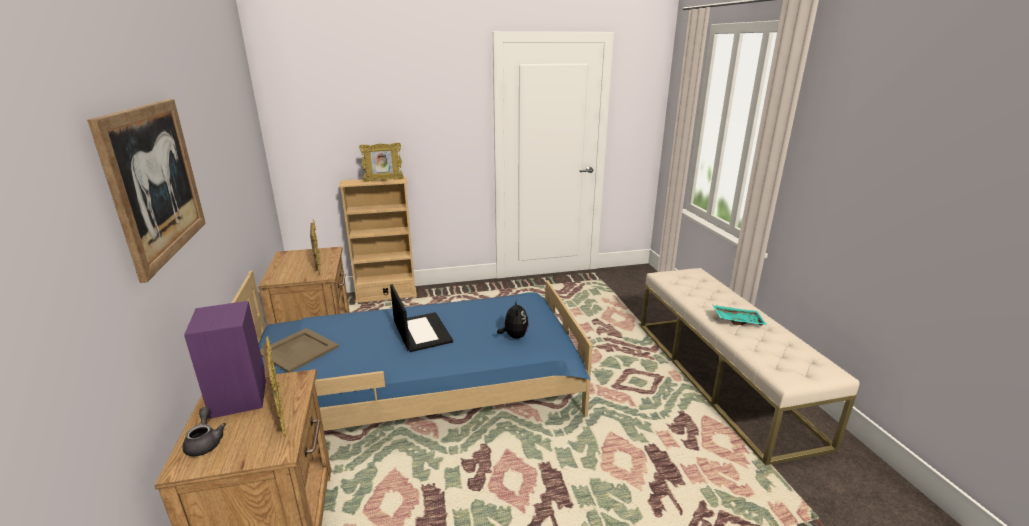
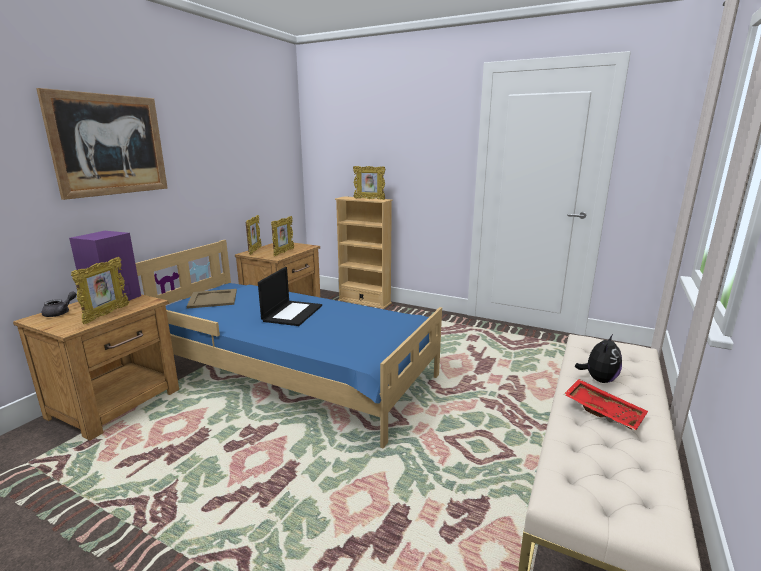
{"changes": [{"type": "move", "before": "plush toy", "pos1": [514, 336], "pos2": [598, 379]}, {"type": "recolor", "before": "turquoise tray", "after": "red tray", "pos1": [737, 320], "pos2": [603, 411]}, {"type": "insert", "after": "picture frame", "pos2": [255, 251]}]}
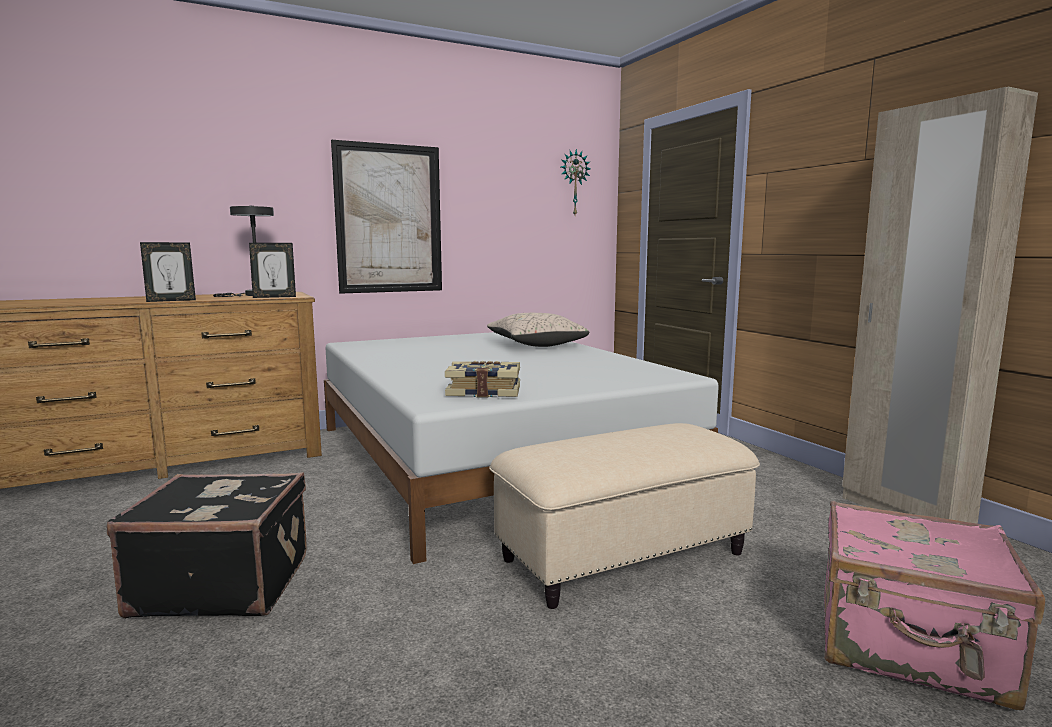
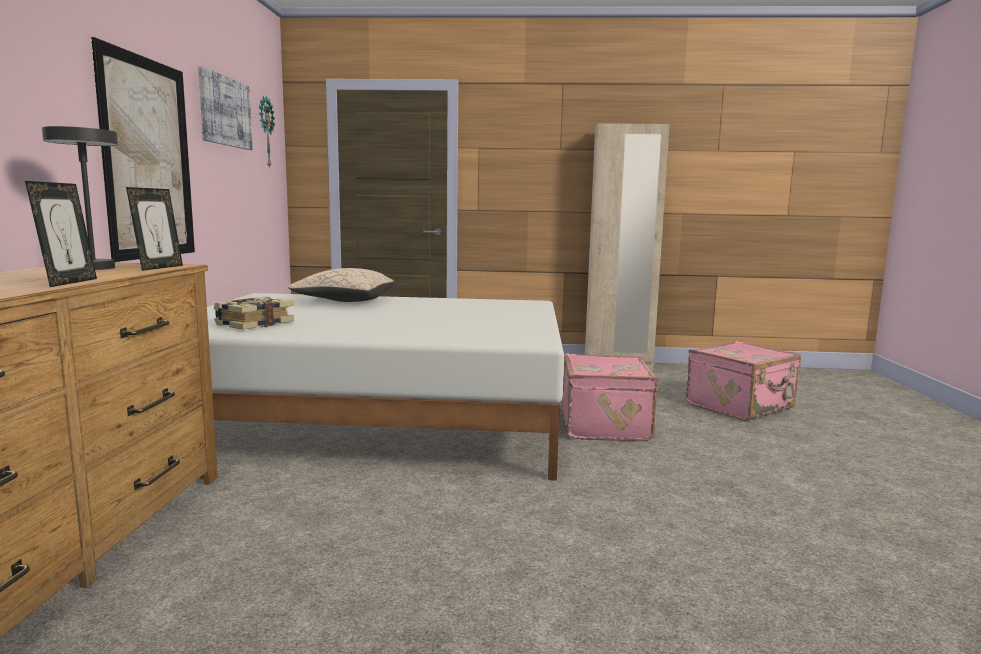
{"changes": [{"type": "move", "before": "book", "pos1": [484, 391], "pos2": [254, 324]}, {"type": "replace", "before": "beige ottoman", "after": "pink suitcase", "pos1": [623, 555], "pos2": [606, 425]}, {"type": "delete", "before": "black suitcase", "pos1": [223, 584]}, {"type": "insert", "after": "picture", "pos2": [225, 111]}]}
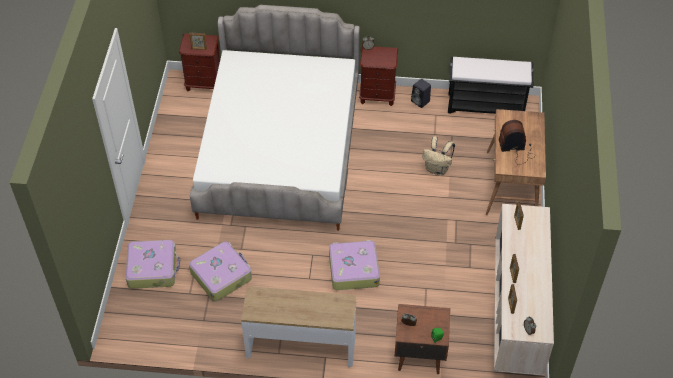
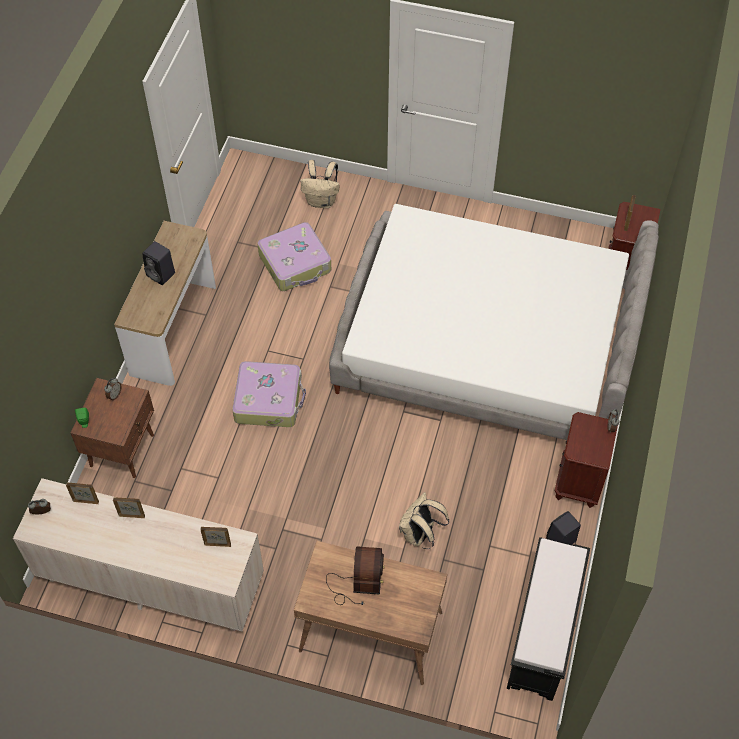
{"changes": [{"type": "replace", "before": "suitcase", "after": "beige backpack", "pos1": [153, 268], "pos2": [322, 201]}, {"type": "insert", "after": "black speaker", "pos2": [161, 274]}]}
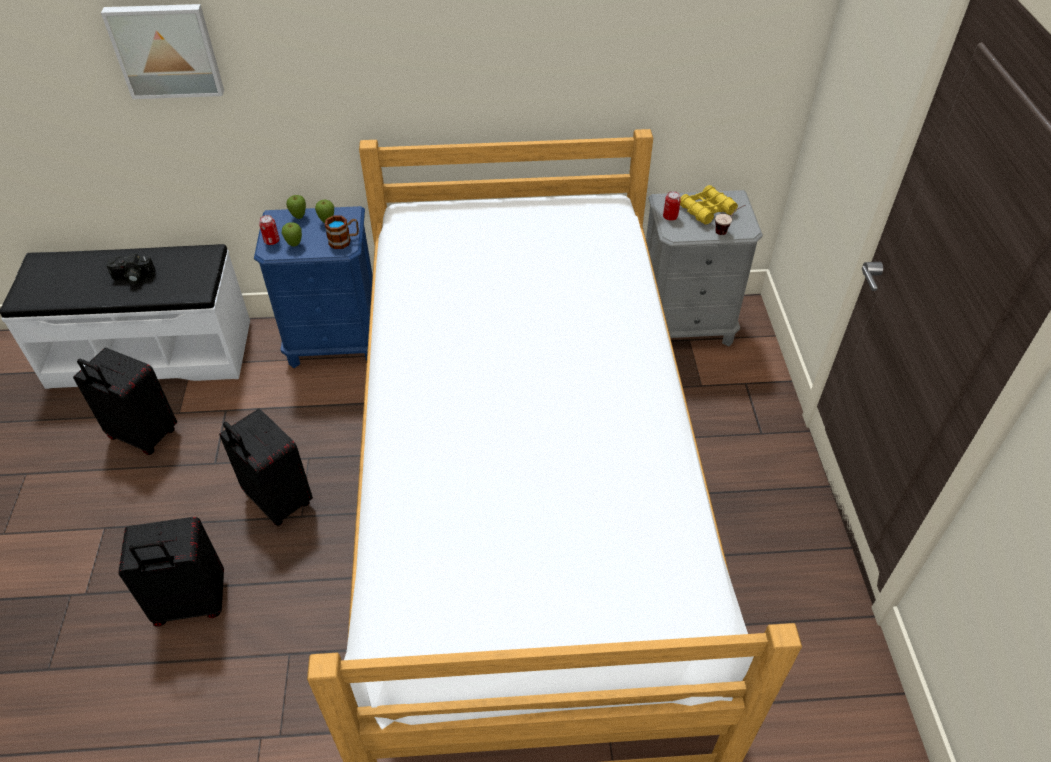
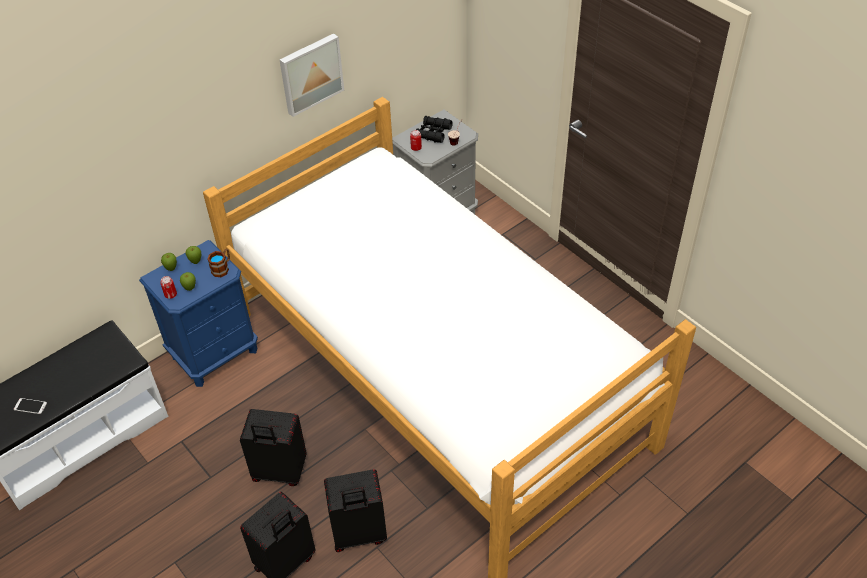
{"changes": [{"type": "move", "before": "picture", "pos1": [166, 50], "pos2": [310, 73]}, {"type": "recolor", "before": "yellow binoculars", "after": "black binoculars", "pos1": [706, 210], "pos2": [433, 133]}, {"type": "delete", "before": "photo camera", "pos1": [133, 278]}, {"type": "move", "before": "black suitcase", "pos1": [142, 436], "pos2": [359, 535]}, {"type": "insert", "after": "phone", "pos2": [30, 406]}]}
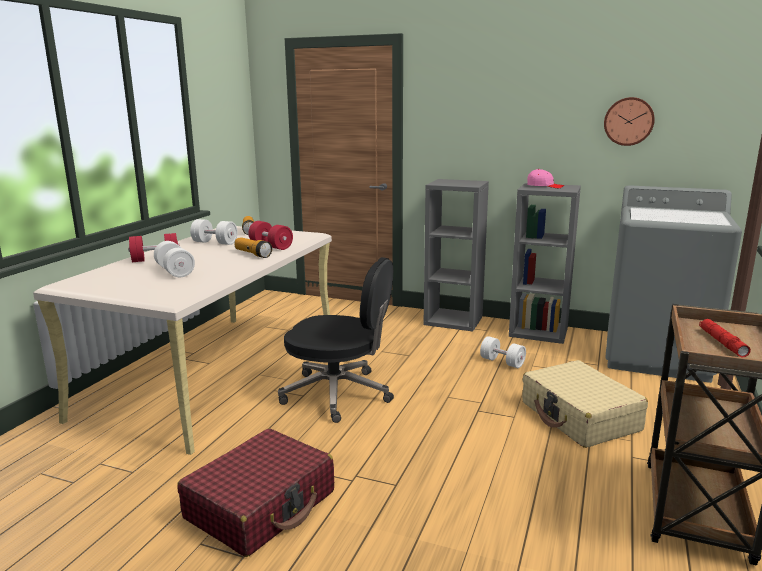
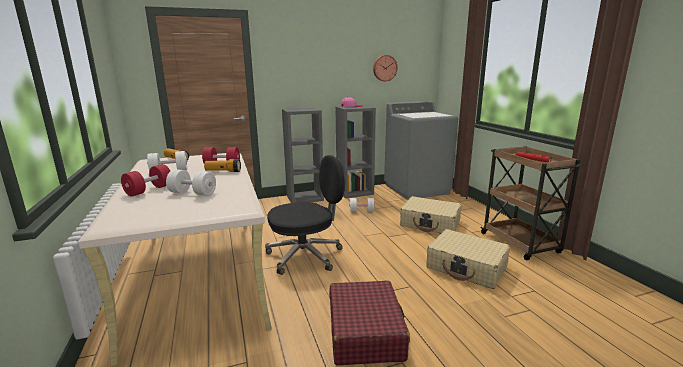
{"changes": [{"type": "insert", "after": "beige suitcase", "pos2": [466, 267]}]}
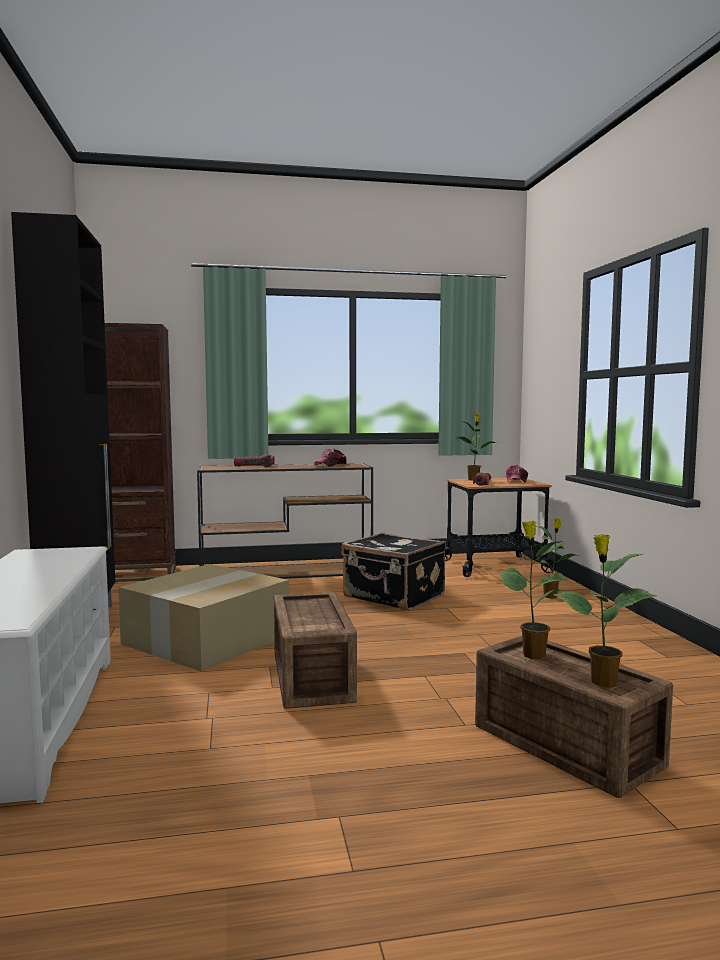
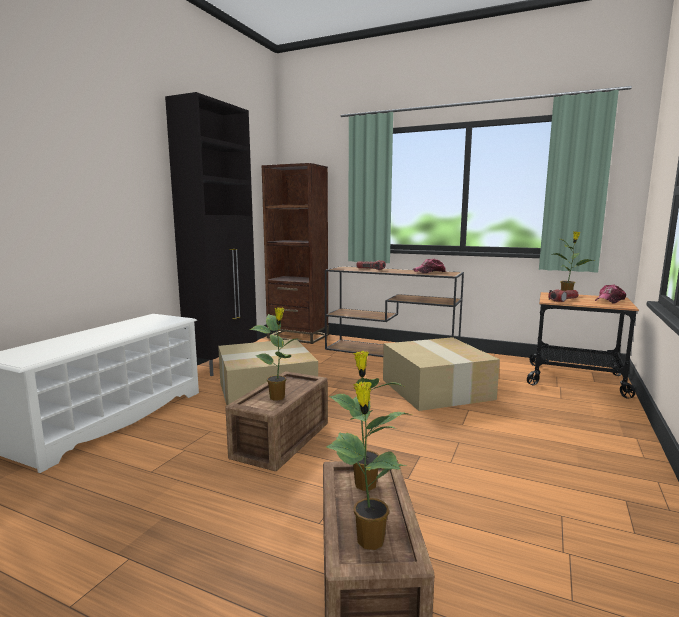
{"changes": [{"type": "move", "before": "potted plant", "pos1": [551, 596], "pos2": [278, 397]}, {"type": "replace", "before": "black suitcase", "after": "cardboard box", "pos1": [393, 597], "pos2": [438, 389]}]}
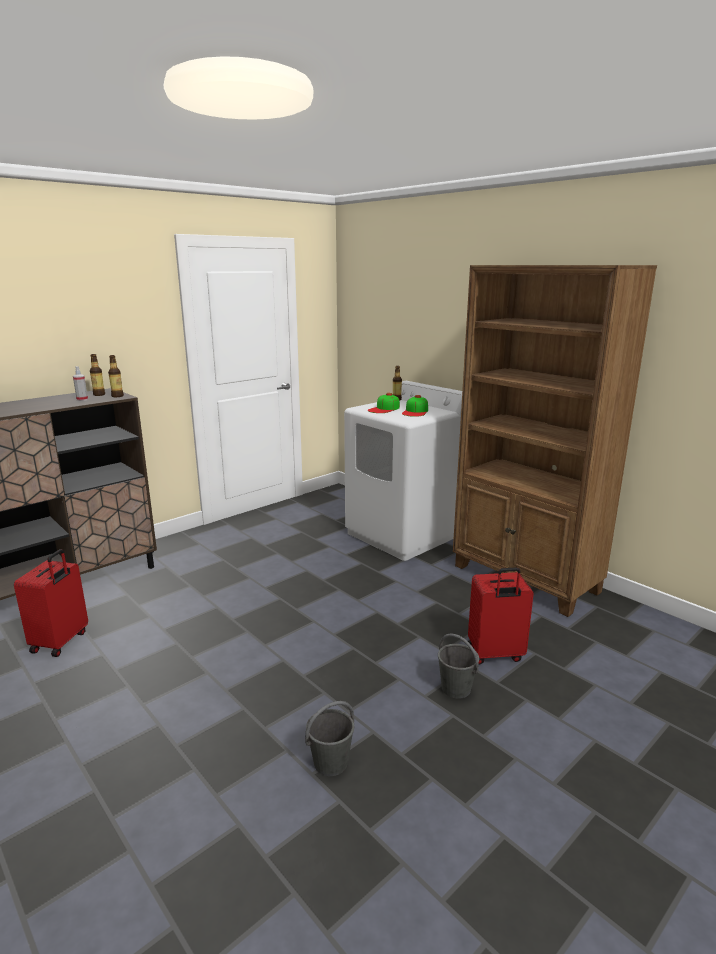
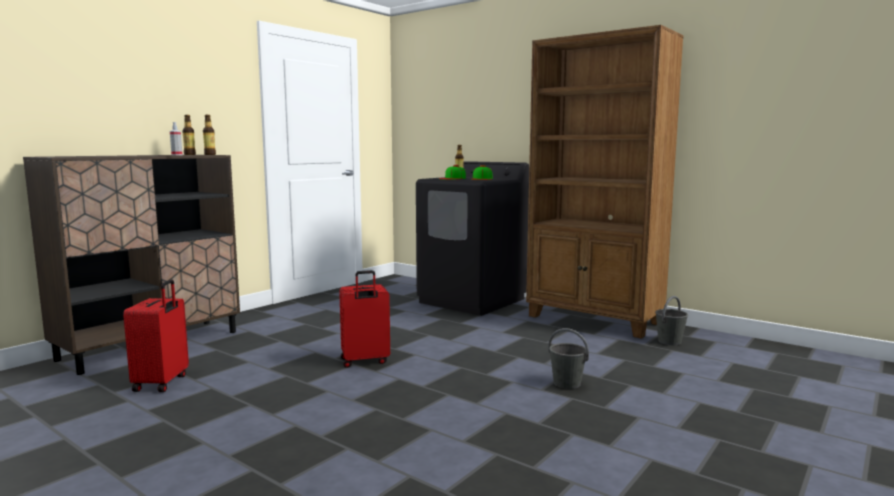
{"changes": [{"type": "recolor", "before": "white washing machine", "after": "black washing machine", "pos1": [404, 534], "pos2": [472, 300]}, {"type": "move", "before": "red suitcase", "pos1": [495, 654], "pos2": [365, 361]}, {"type": "move", "before": "grey bucket", "pos1": [330, 763], "pos2": [669, 342]}]}
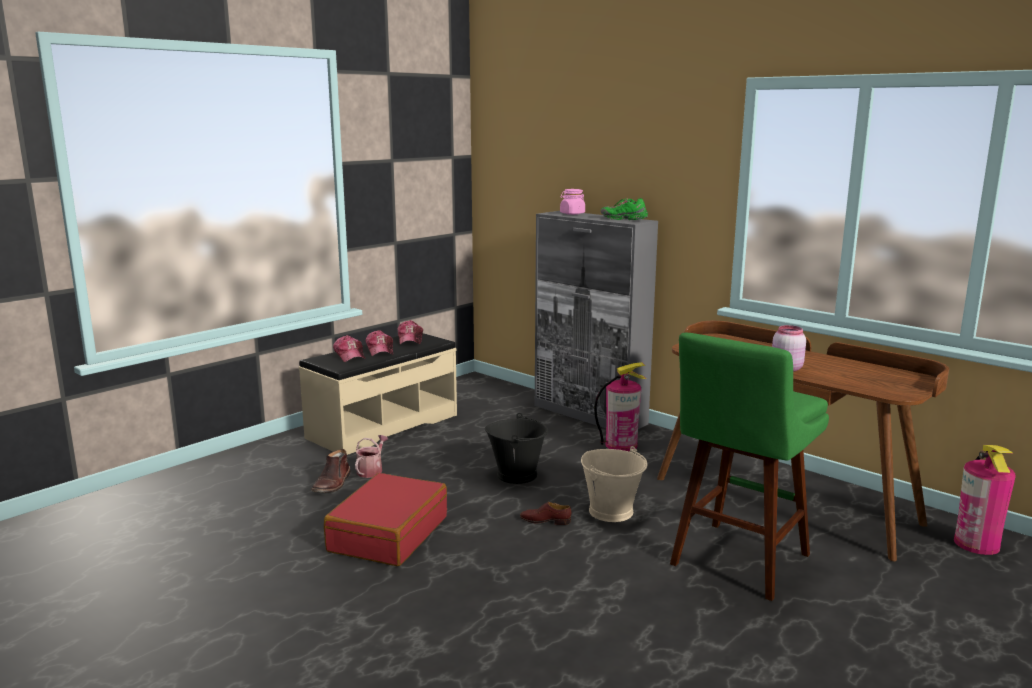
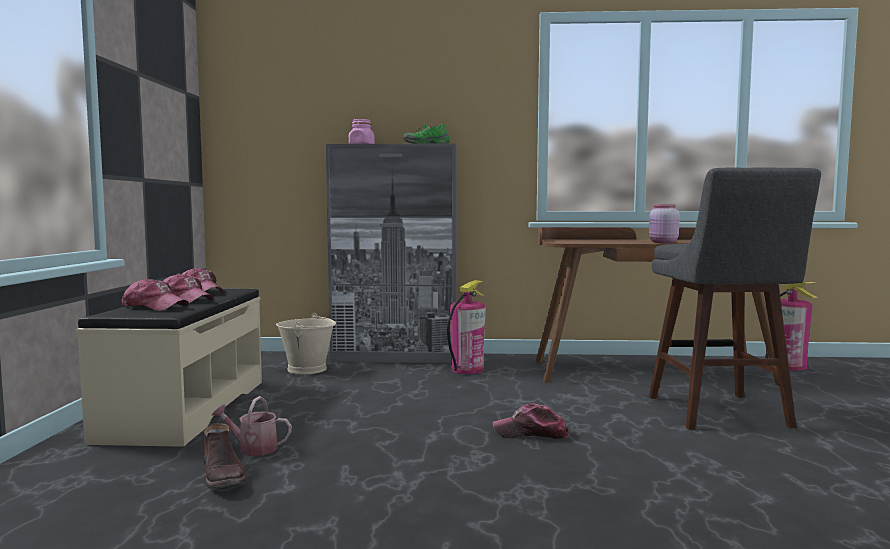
{"changes": [{"type": "recolor", "before": "green stool", "after": "grey stool", "pos1": [737, 562], "pos2": [720, 414]}, {"type": "delete", "before": "black bucket", "pos1": [517, 474]}, {"type": "rotate", "before": "watering can", "pos1": [371, 470], "pos2": [253, 448], "turn": -60}, {"type": "move", "before": "beige bucket", "pos1": [611, 511], "pos2": [307, 369]}, {"type": "delete", "before": "red suitcase", "pos1": [388, 534]}, {"type": "replace", "before": "brown shoe", "after": "cap", "pos1": [545, 521], "pos2": [531, 433]}]}
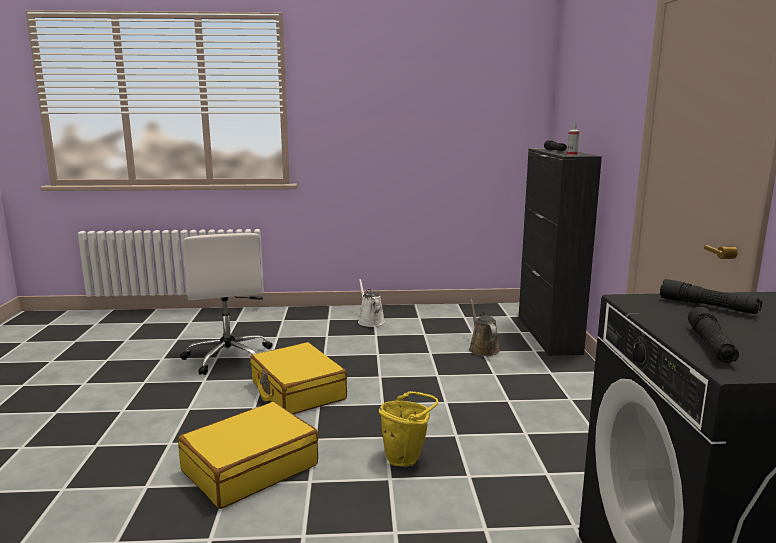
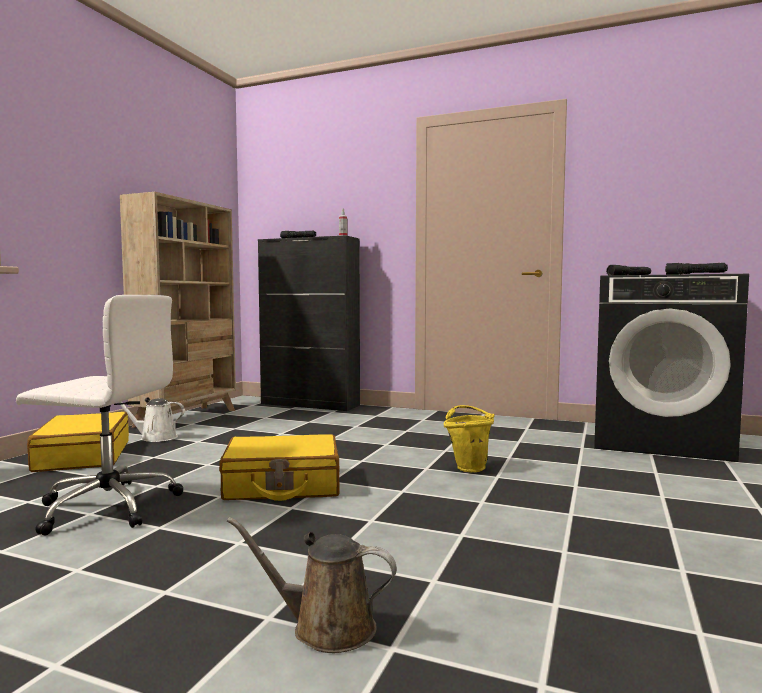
{"changes": [{"type": "move", "before": "brown watering can", "pos1": [482, 349], "pos2": [325, 627]}, {"type": "move", "before": "yellow suitcase", "pos1": [250, 468], "pos2": [82, 456]}, {"type": "insert", "after": "beige bookcase", "pos2": [187, 418]}]}
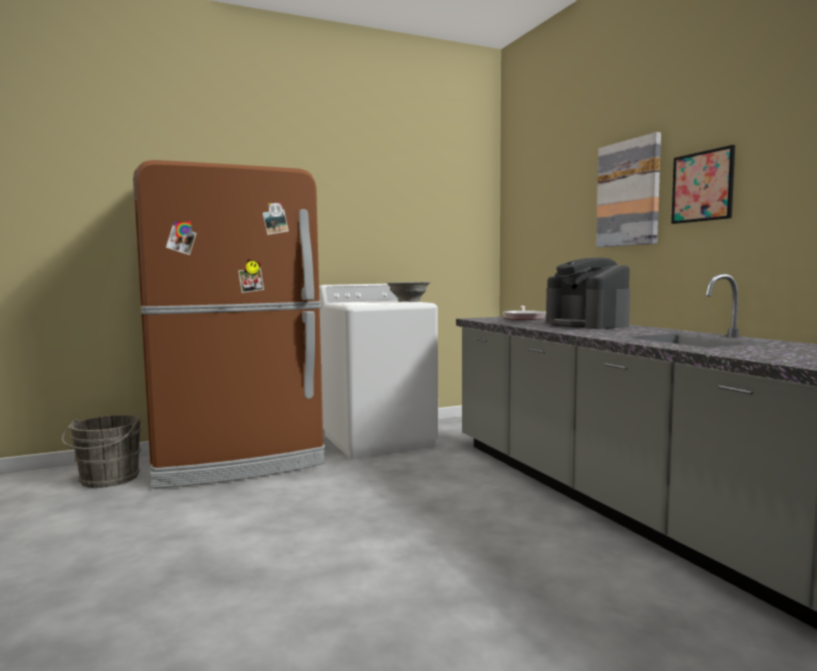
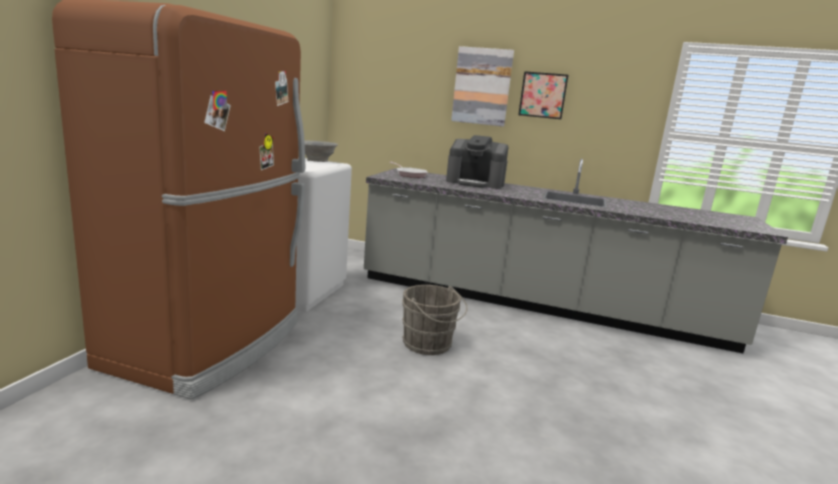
{"changes": [{"type": "move", "before": "grey bucket", "pos1": [107, 479], "pos2": [429, 345]}]}
